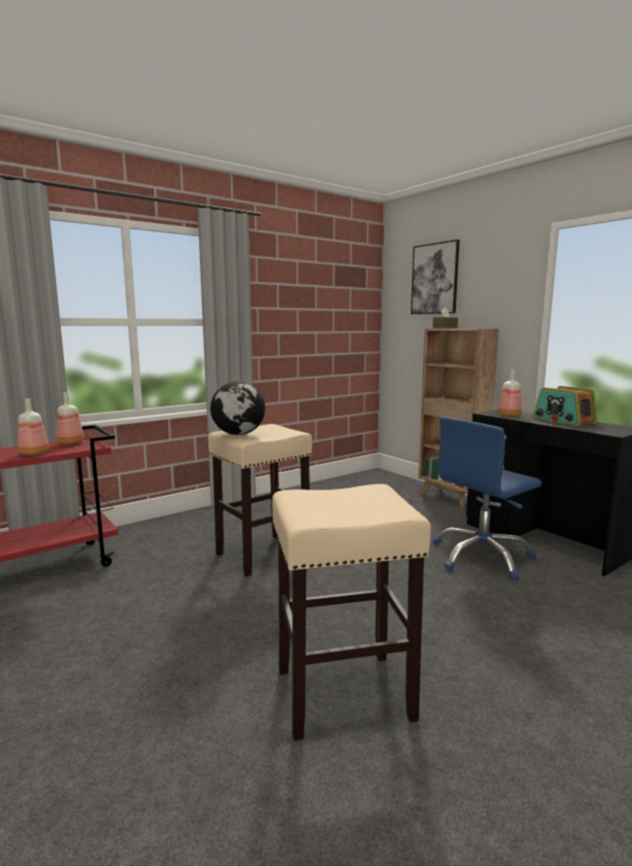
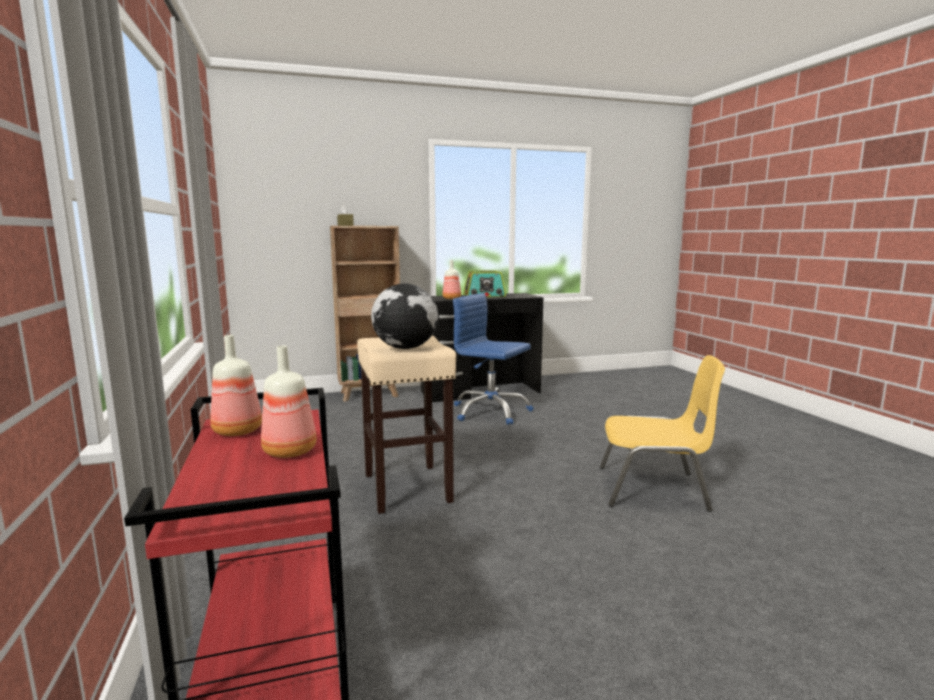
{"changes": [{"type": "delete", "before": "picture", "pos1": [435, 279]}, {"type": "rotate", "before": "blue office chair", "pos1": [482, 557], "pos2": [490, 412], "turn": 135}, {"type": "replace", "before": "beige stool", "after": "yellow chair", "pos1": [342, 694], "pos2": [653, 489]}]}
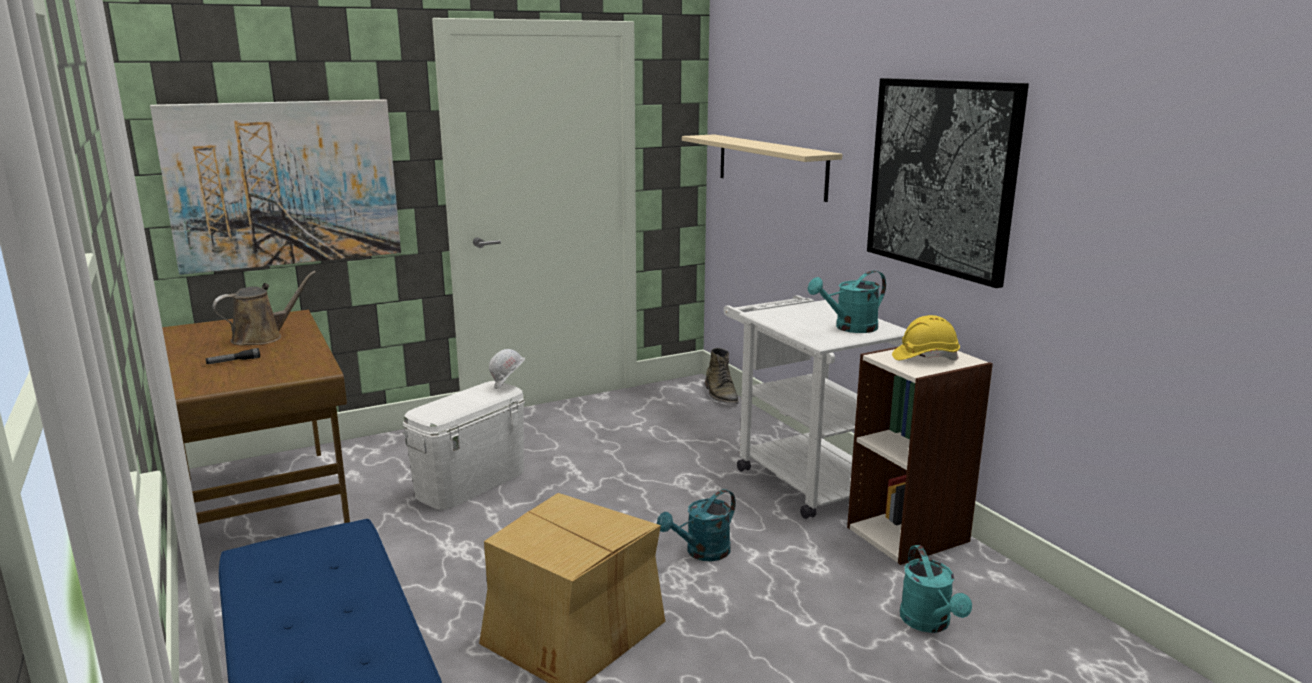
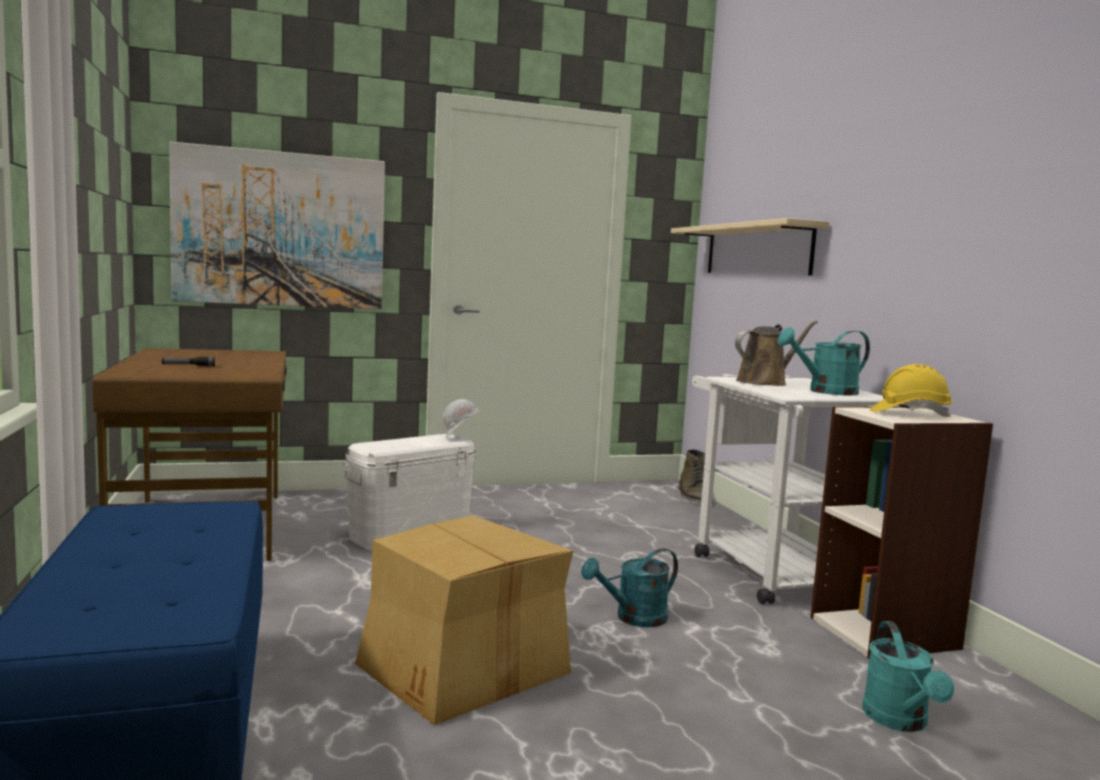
{"changes": [{"type": "delete", "before": "picture", "pos1": [941, 177]}, {"type": "move", "before": "brown watering can", "pos1": [262, 337], "pos2": [765, 382]}]}
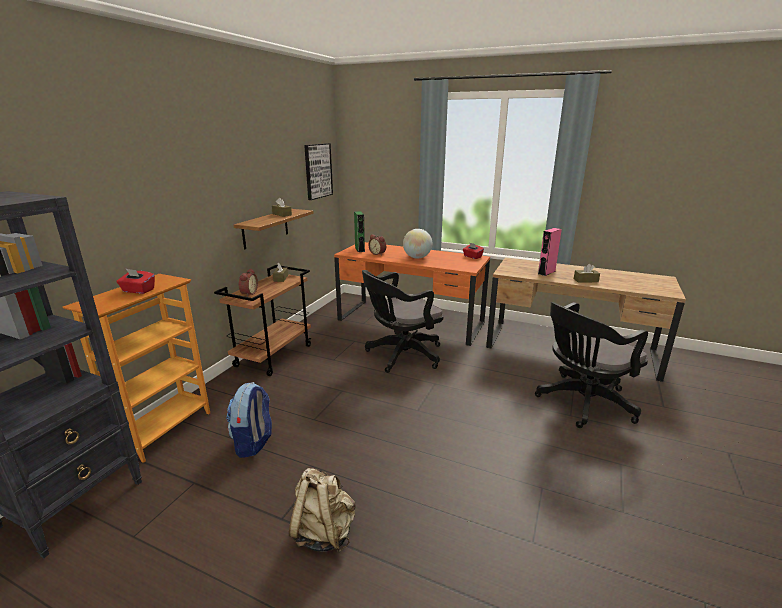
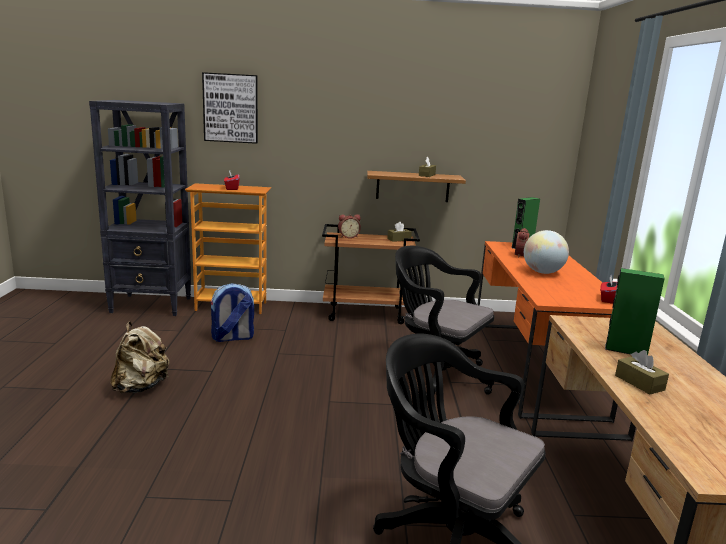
{"changes": [{"type": "move", "before": "picture", "pos1": [318, 171], "pos2": [230, 108]}, {"type": "recolor", "before": "pink speaker", "after": "green speaker", "pos1": [546, 272], "pos2": [626, 350]}]}
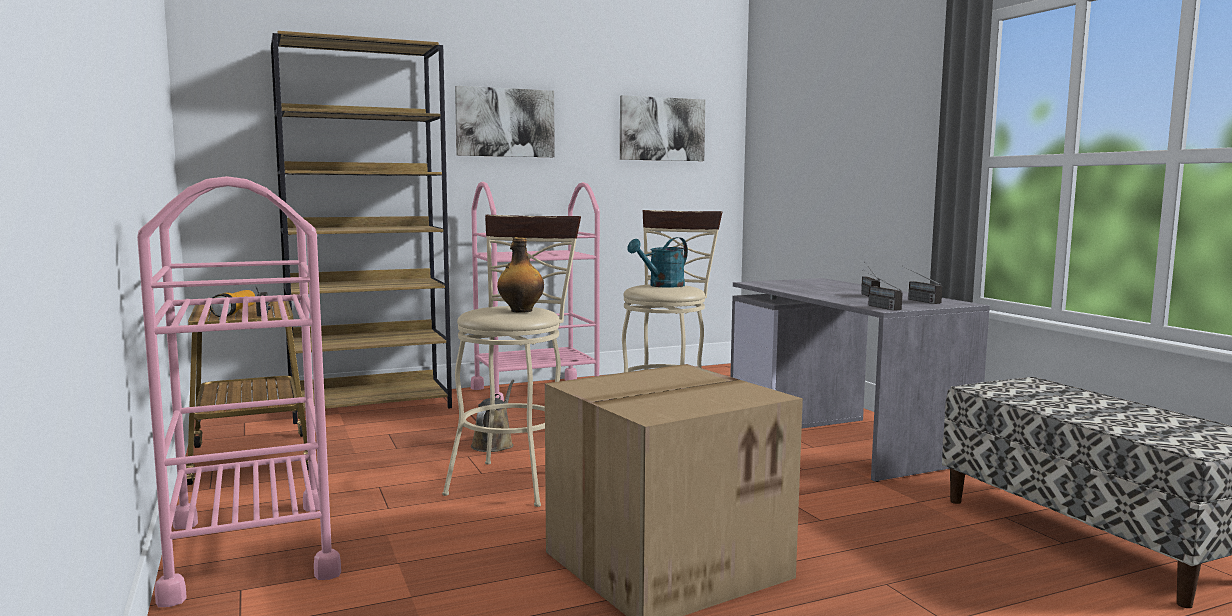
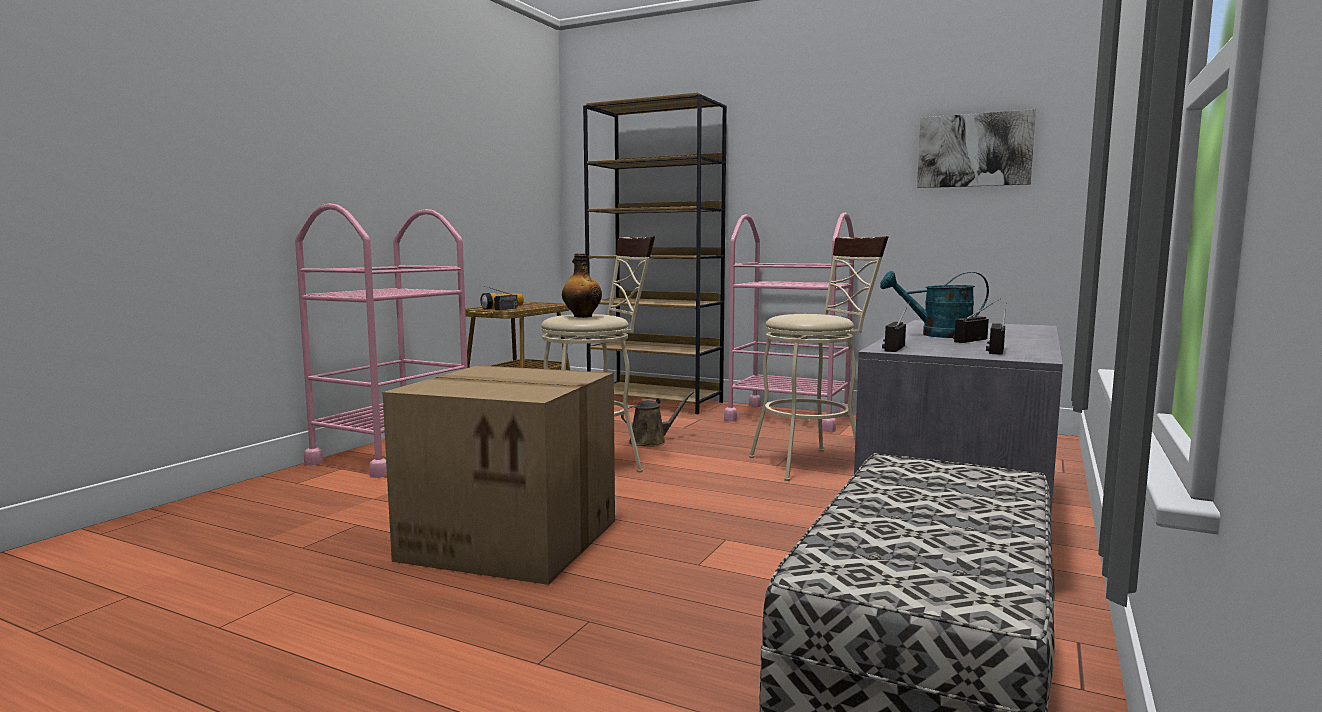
{"changes": [{"type": "delete", "before": "picture", "pos1": [505, 122]}, {"type": "move", "before": "turquoise watering can", "pos1": [662, 286], "pos2": [937, 335]}]}
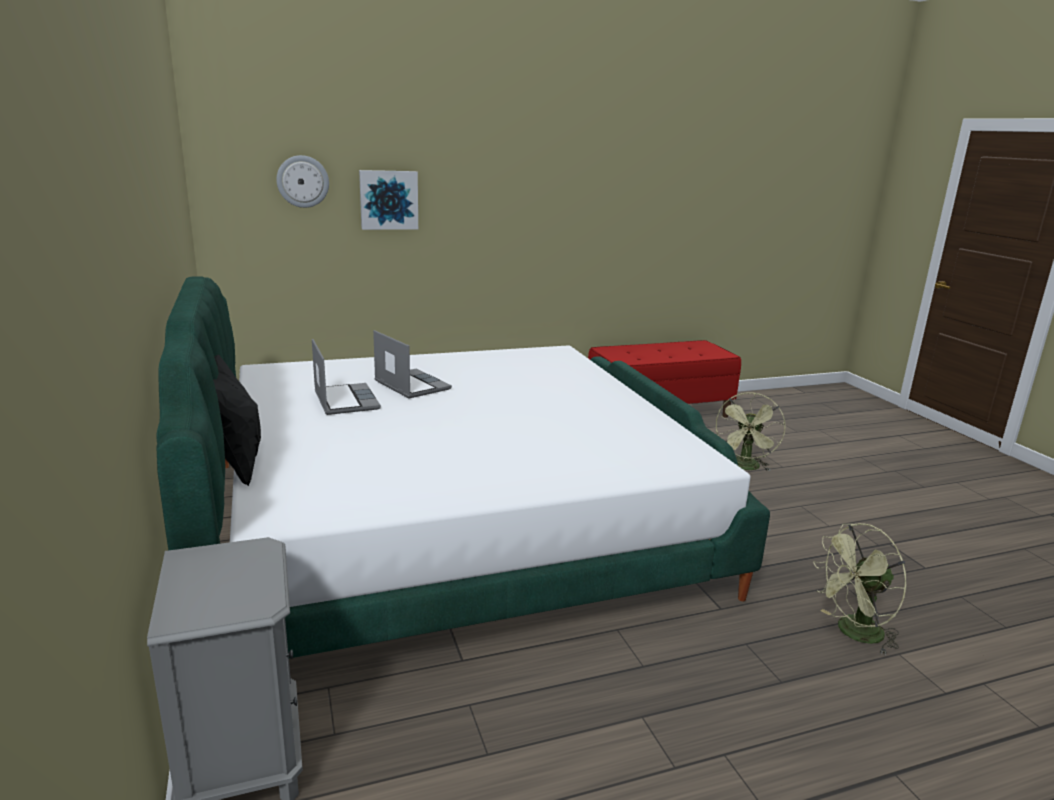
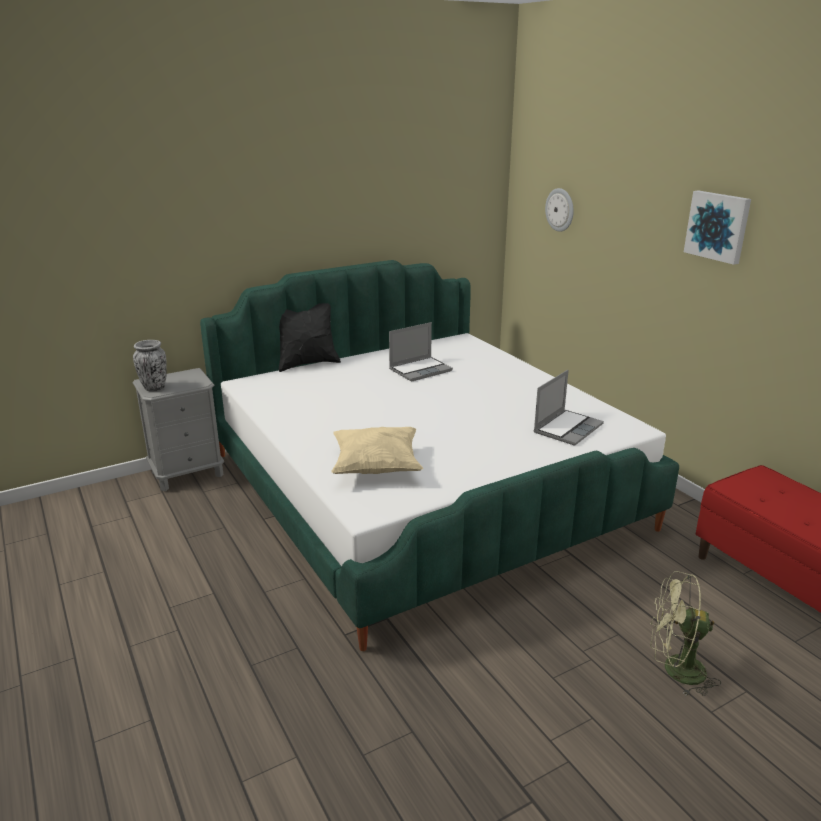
{"changes": [{"type": "move", "before": "picture", "pos1": [388, 200], "pos2": [718, 226]}, {"type": "move", "before": "laptop", "pos1": [410, 385], "pos2": [567, 428]}, {"type": "delete", "before": "green fan", "pos1": [853, 633]}, {"type": "insert", "after": "vase", "pos2": [154, 388]}, {"type": "insert", "after": "beige pillow", "pos2": [376, 467]}]}
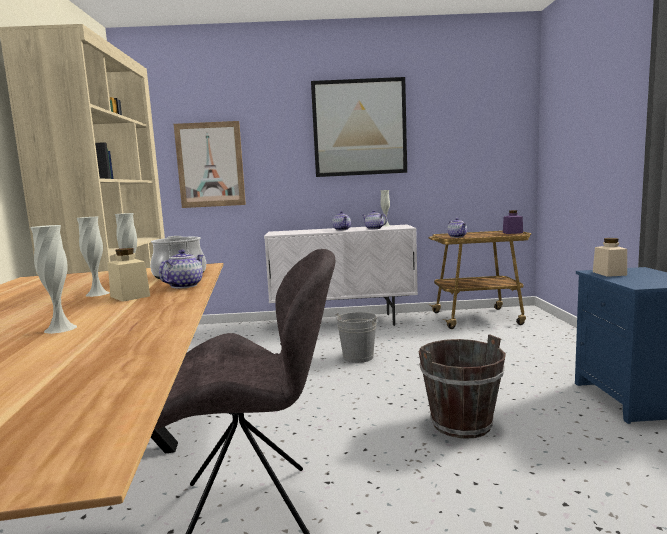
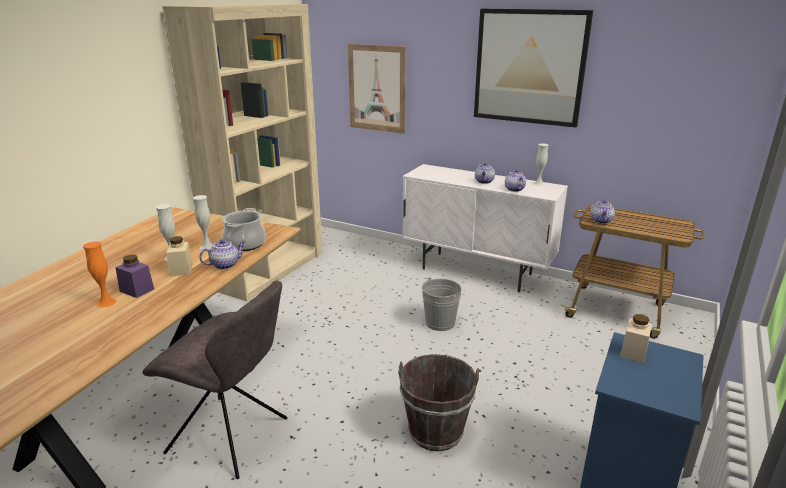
{"changes": [{"type": "move", "before": "purple jar", "pos1": [512, 233], "pos2": [137, 290]}, {"type": "recolor", "before": "white vase", "after": "orange vase", "pos1": [60, 329], "pos2": [106, 302]}]}
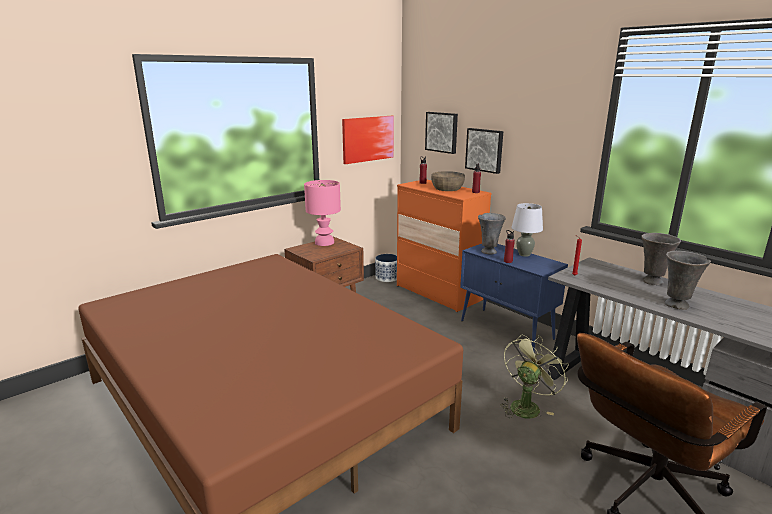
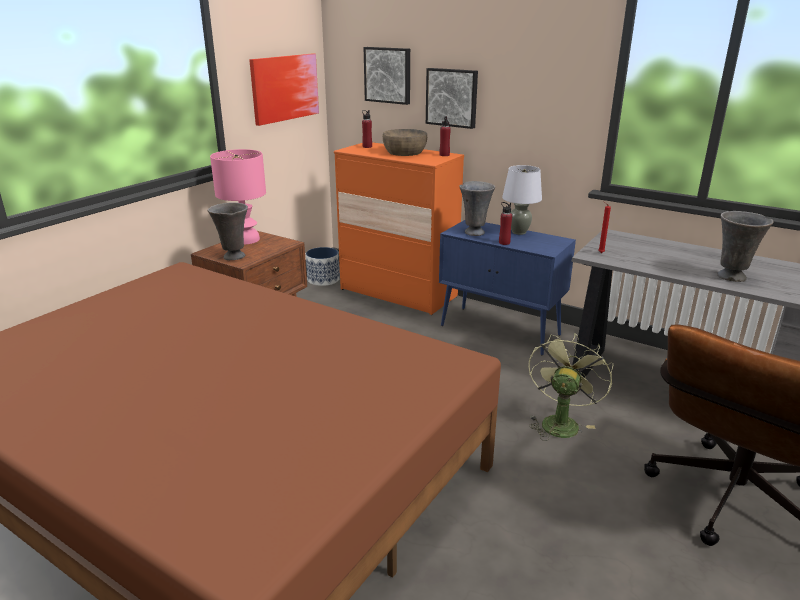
{"changes": [{"type": "move", "before": "grey vase", "pos1": [652, 282], "pos2": [233, 257]}]}
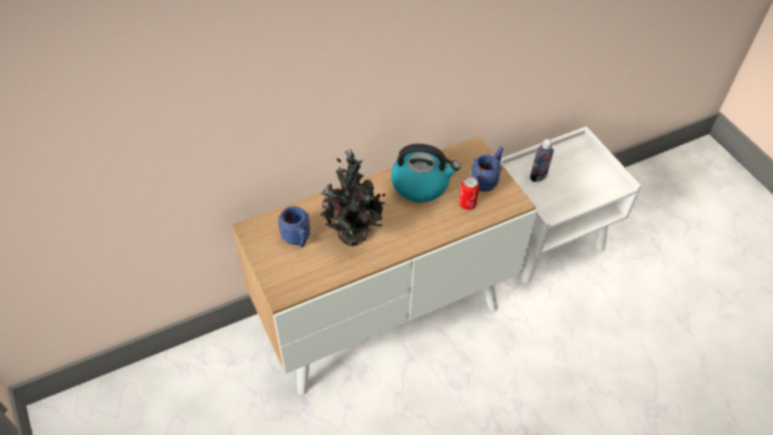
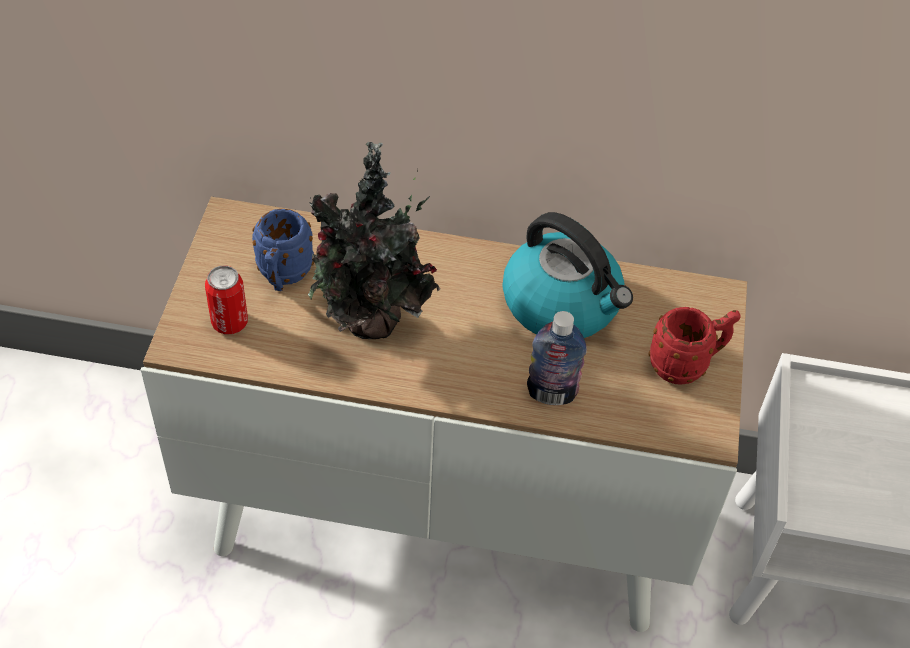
{"changes": [{"type": "move", "before": "bottle", "pos1": [538, 176], "pos2": [551, 394]}, {"type": "recolor", "before": "blue mug", "after": "red mug", "pos1": [486, 181], "pos2": [687, 365]}, {"type": "move", "before": "can", "pos1": [467, 204], "pos2": [229, 322]}]}
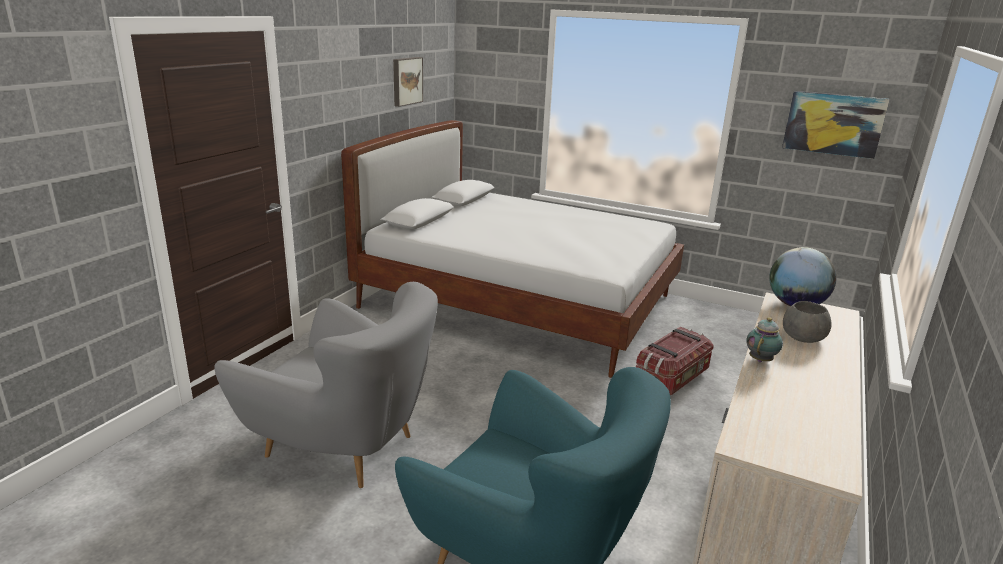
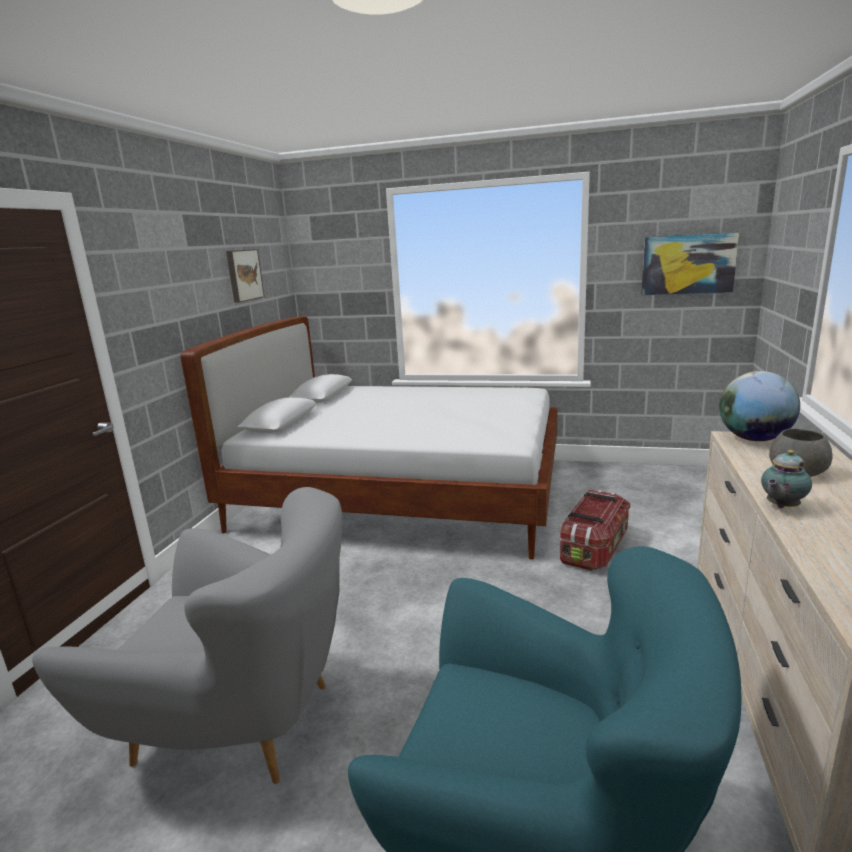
{"changes": [{"type": "rotate", "before": "teapot", "pos1": [761, 359], "pos2": [780, 507], "turn": -150}]}
